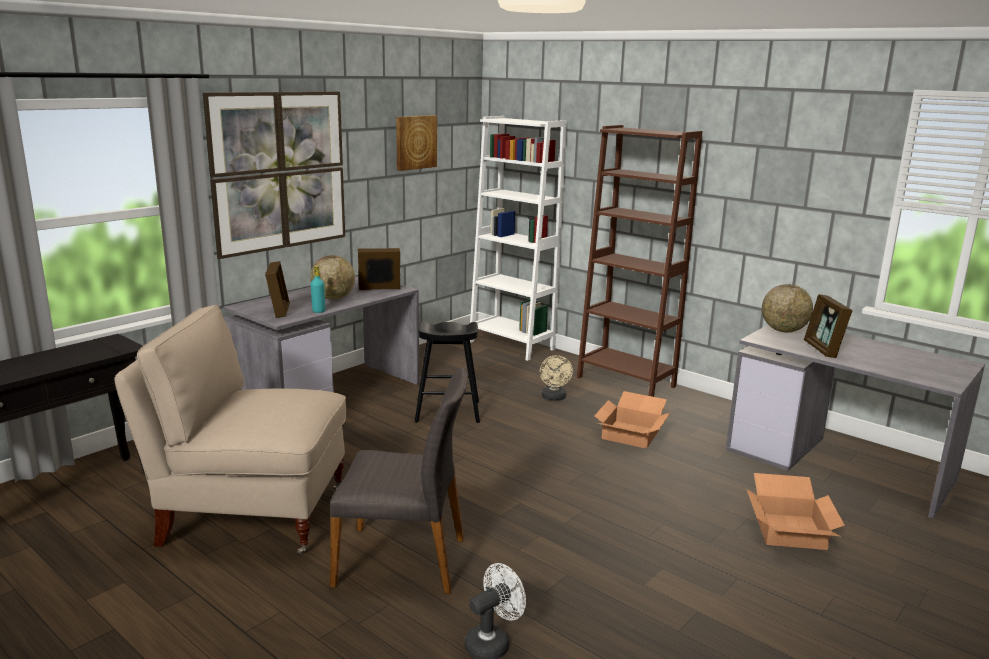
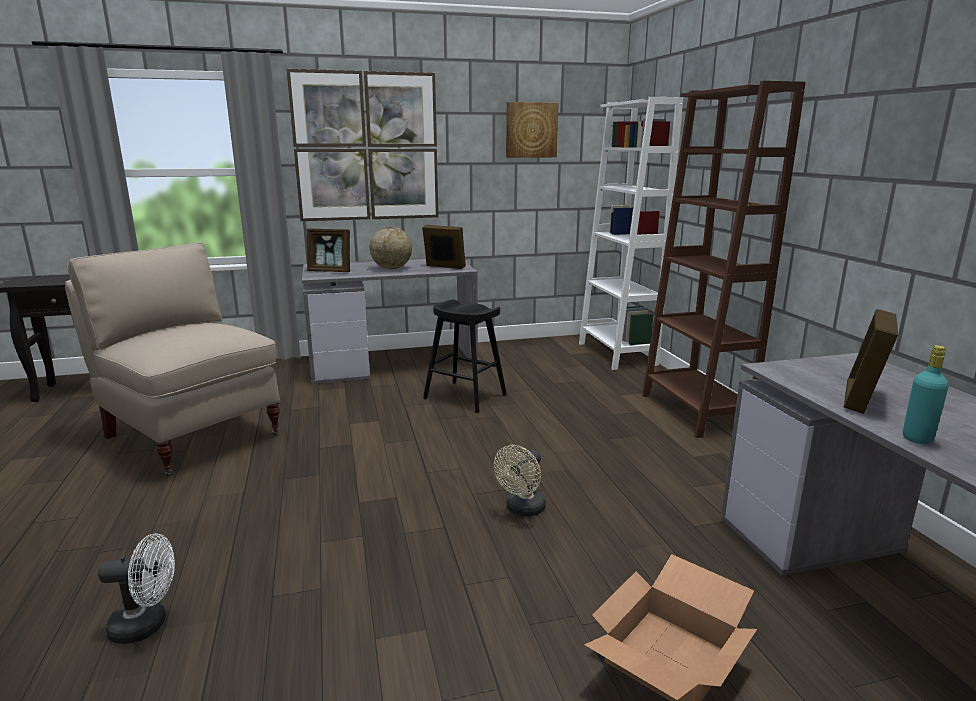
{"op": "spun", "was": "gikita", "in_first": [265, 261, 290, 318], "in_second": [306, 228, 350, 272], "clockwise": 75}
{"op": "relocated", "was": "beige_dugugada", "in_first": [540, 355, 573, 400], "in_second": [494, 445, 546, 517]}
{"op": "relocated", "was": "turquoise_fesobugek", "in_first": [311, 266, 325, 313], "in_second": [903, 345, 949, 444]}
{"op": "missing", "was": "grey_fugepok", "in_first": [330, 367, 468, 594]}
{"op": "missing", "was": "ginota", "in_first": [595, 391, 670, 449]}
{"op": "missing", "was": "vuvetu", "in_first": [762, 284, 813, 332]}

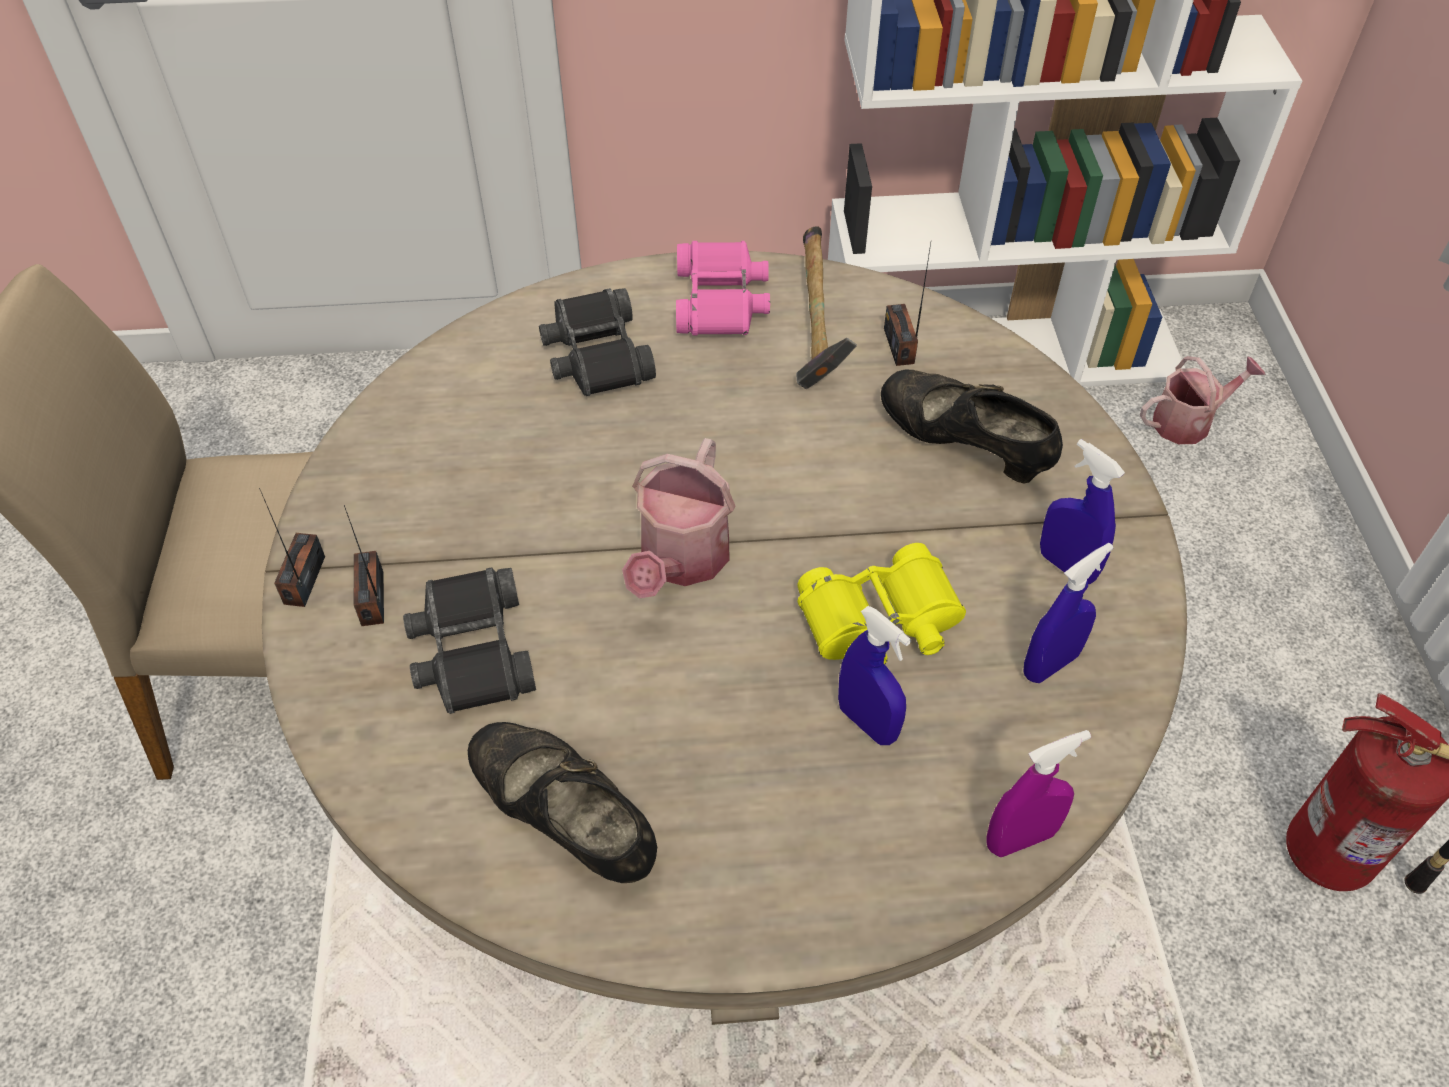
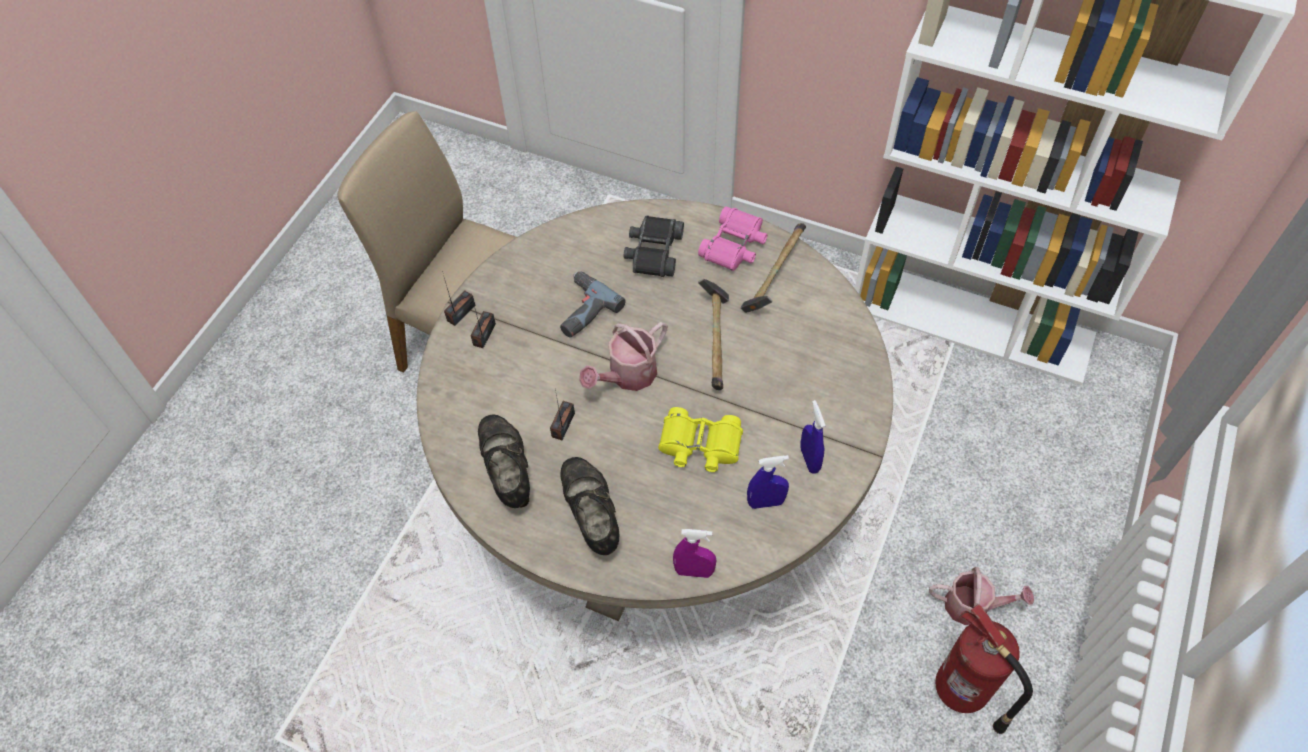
{"op": "relocated", "was": "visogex", "in_first": [884, 243, 931, 366], "in_second": [550, 389, 575, 440]}
{"op": "appeared", "now": "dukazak", "in_second": [560, 271, 626, 337]}
{"op": "relocated", "was": "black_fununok", "in_first": [881, 369, 1063, 483], "in_second": [560, 457, 619, 555]}
{"op": "appeared", "now": "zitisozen", "in_second": [698, 279, 729, 390]}
{"op": "relocated", "was": "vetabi", "in_first": [1140, 356, 1266, 444], "in_second": [929, 567, 1034, 625]}
{"op": "missing", "was": "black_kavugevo", "in_first": [403, 567, 536, 714]}
{"op": "missing", "was": "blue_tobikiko", "in_first": [838, 606, 911, 745]}

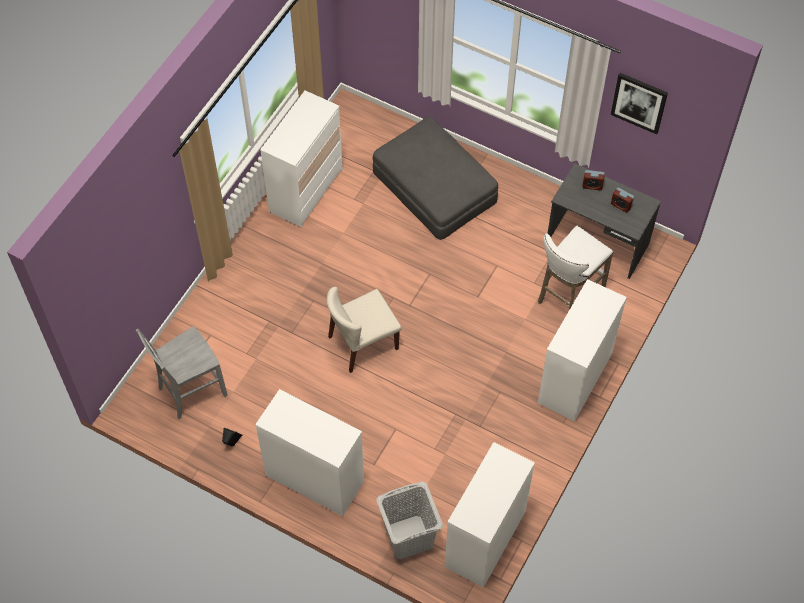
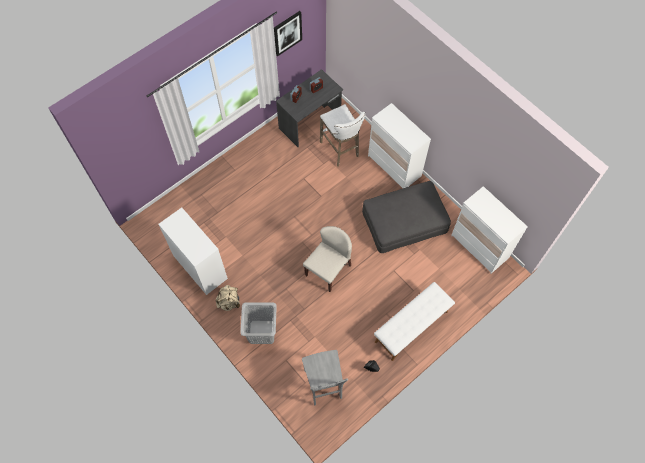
{"op": "appeared", "now": "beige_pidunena", "in_second": [215, 285, 240, 311]}
{"op": "relocated", "was": "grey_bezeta", "in_first": [376, 482, 443, 559], "in_second": [240, 303, 277, 344]}
{"op": "spun", "was": "beige_fugepok", "in_first": [327, 287, 401, 373], "in_second": [303, 226, 352, 292], "clockwise": -135}
{"op": "relocated", "was": "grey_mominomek", "in_first": [373, 116, 498, 240], "in_second": [362, 181, 451, 253]}
{"op": "exchanged", "was": "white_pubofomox", "now": "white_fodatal", "in_first": [255, 389, 364, 516], "in_second": [374, 282, 455, 361]}

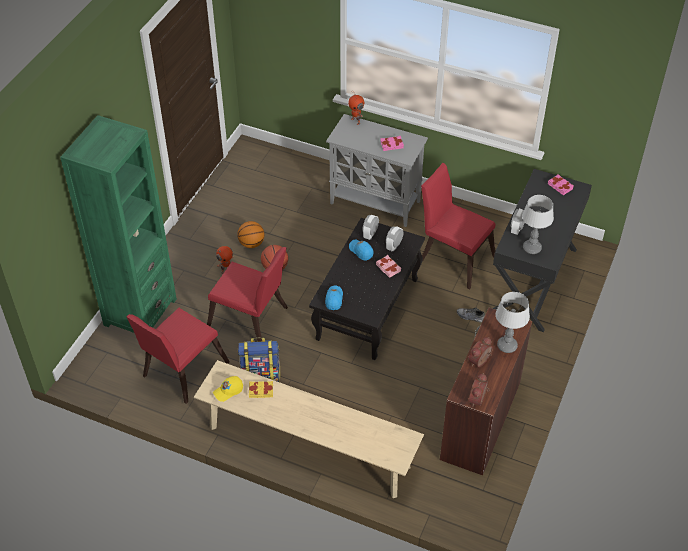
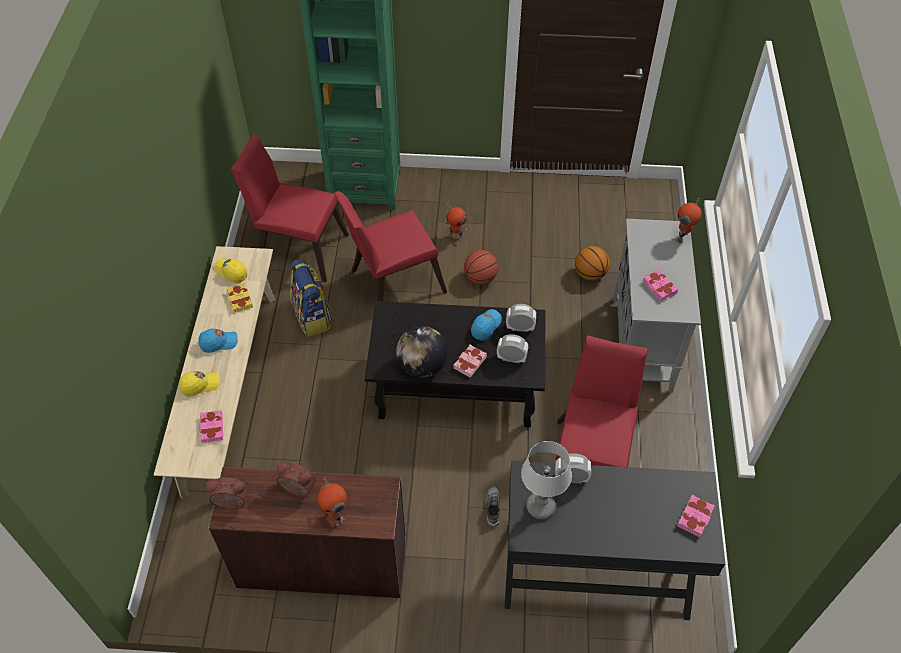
{"op": "appeared", "now": "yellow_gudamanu", "in_second": [179, 371, 220, 397]}
{"op": "relocated", "was": "blue_gudamanu", "in_first": [325, 285, 343, 310], "in_second": [198, 329, 238, 353]}
{"op": "appeared", "now": "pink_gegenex", "in_second": [199, 410, 223, 443]}
{"op": "exchanged", "was": "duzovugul", "now": "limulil", "in_first": [496, 292, 530, 353], "in_second": [318, 477, 347, 527]}
{"op": "spun", "was": "red_fugepok", "in_first": [207, 247, 288, 342], "in_second": [335, 191, 447, 301], "clockwise": 60}
{"op": "appeared", "now": "vuvetu", "in_second": [396, 326, 448, 378]}
{"op": "relocated", "was": "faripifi", "in_first": [237, 221, 265, 248], "in_second": [575, 246, 610, 281]}

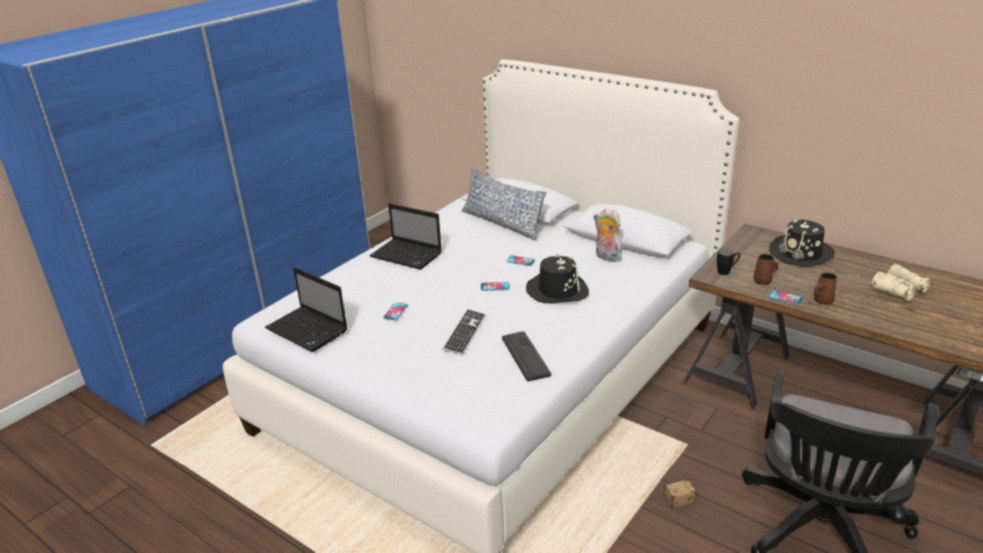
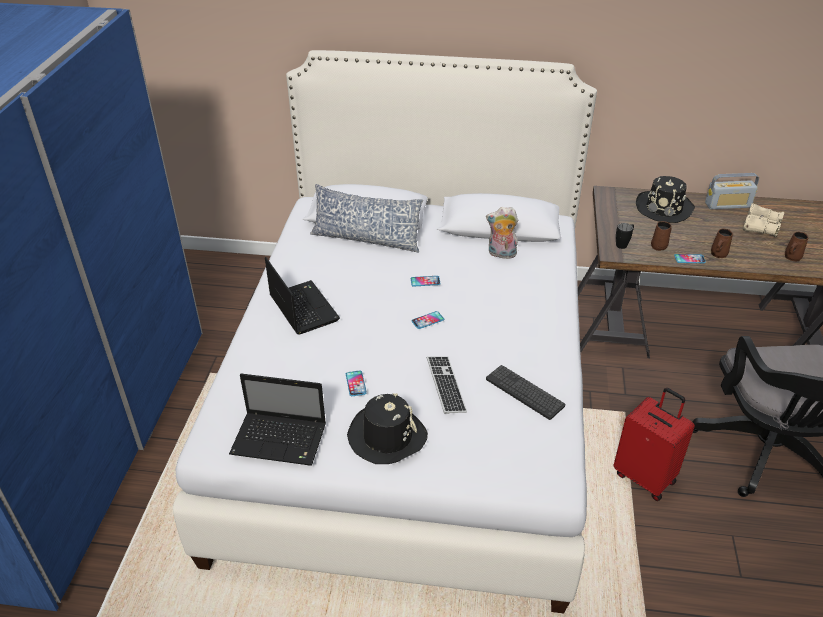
{"op": "spun", "was": "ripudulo", "in_first": [369, 203, 442, 270], "in_second": [265, 257, 340, 334], "clockwise": -120}
{"op": "relocated", "was": "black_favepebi", "in_first": [526, 254, 589, 303], "in_second": [347, 393, 428, 464]}
{"op": "exchanged", "was": "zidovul", "now": "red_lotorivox", "in_first": [641, 479, 697, 508], "in_second": [614, 388, 695, 501]}
{"op": "appeared", "now": "visogex", "in_second": [705, 173, 759, 209]}
{"op": "appeared", "now": "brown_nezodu", "in_second": [785, 232, 808, 261]}

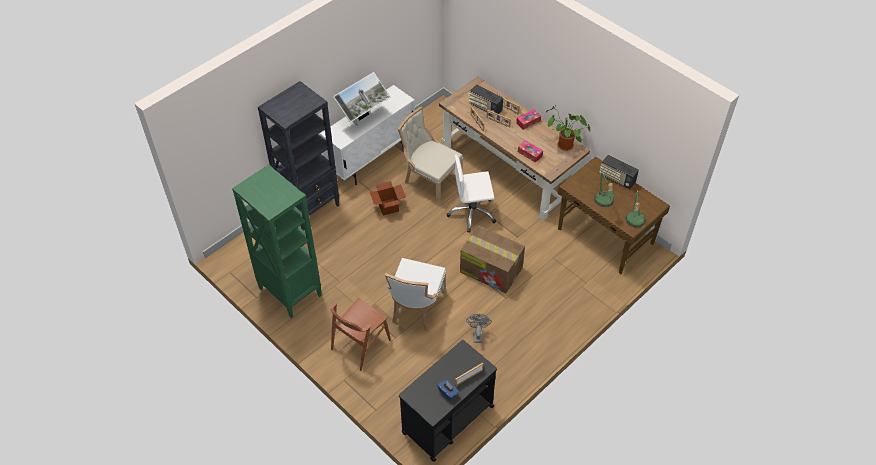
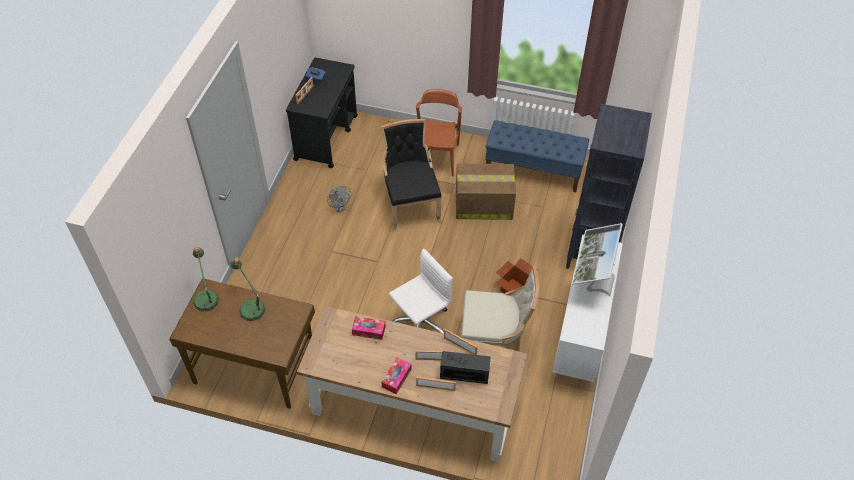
{"op": "colour", "was": "white_fugepok", "now": "black_fugepok", "in_first": [385, 258, 446, 331], "in_second": [381, 119, 442, 231]}
{"op": "relocated", "was": "ginota", "in_first": [460, 225, 525, 293], "in_second": [456, 164, 516, 220]}
{"op": "exchanged", "was": "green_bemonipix", "now": "blue_fodatal", "in_first": [232, 164, 322, 318], "in_second": [486, 120, 589, 192]}
{"op": "missing", "was": "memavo", "in_first": [546, 104, 590, 151]}
{"op": "missing", "was": "visogex", "in_first": [600, 155, 639, 189]}

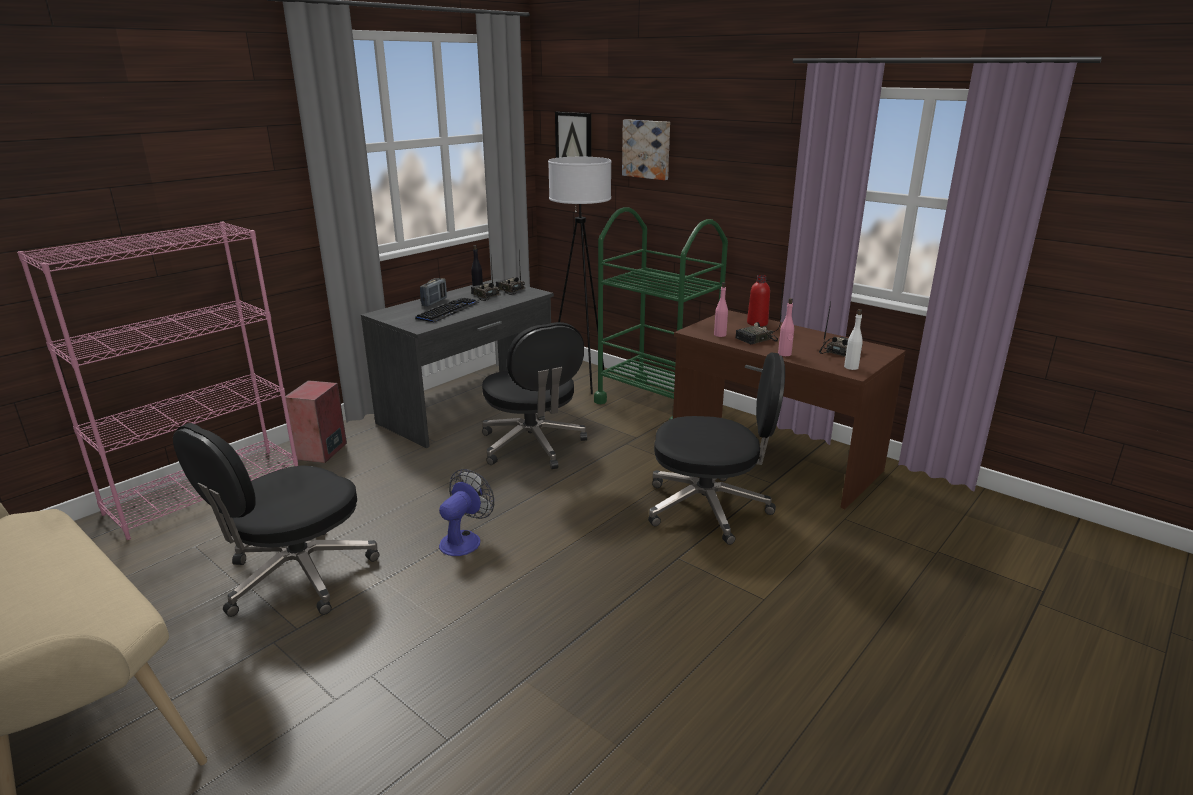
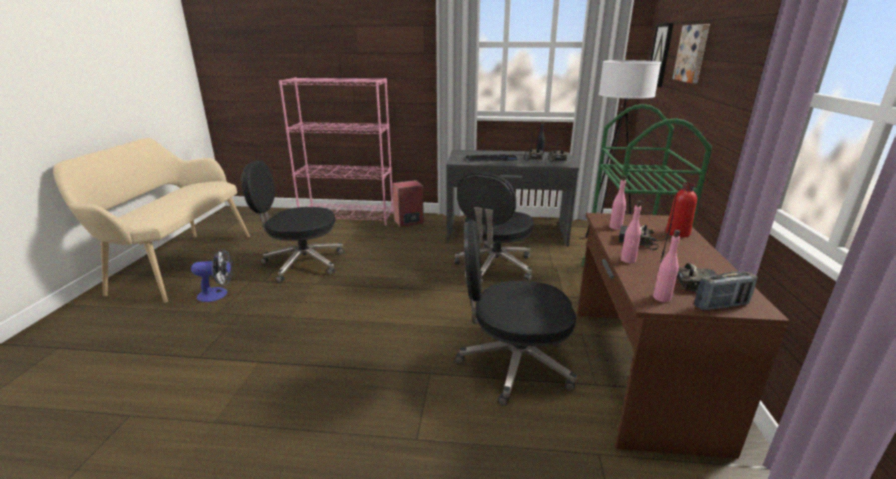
{"op": "relocated", "was": "dugugada", "in_first": [439, 469, 494, 556], "in_second": [191, 249, 233, 302]}
{"op": "spun", "was": "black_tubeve", "in_first": [648, 352, 785, 545], "in_second": [455, 220, 577, 406], "clockwise": 120}
{"op": "colour", "was": "white_fesobugek", "now": "pink_fesobugek", "in_first": [844, 309, 863, 370], "in_second": [653, 230, 680, 302]}
{"op": "relocated", "was": "visogex", "in_first": [420, 278, 447, 306], "in_second": [694, 271, 758, 311]}

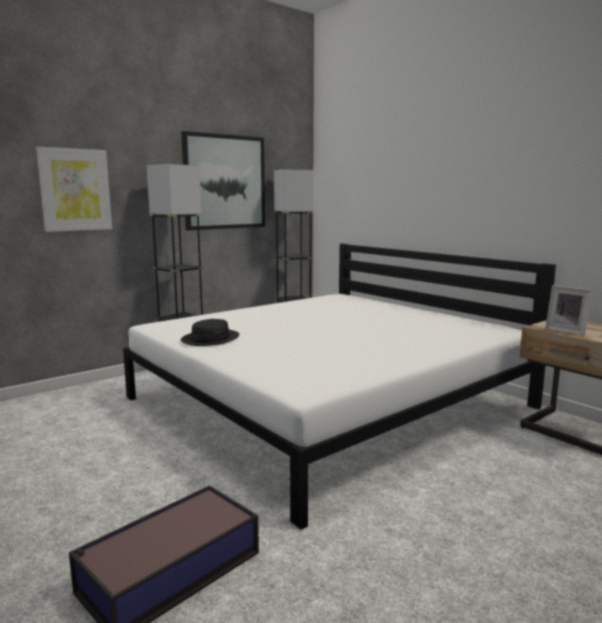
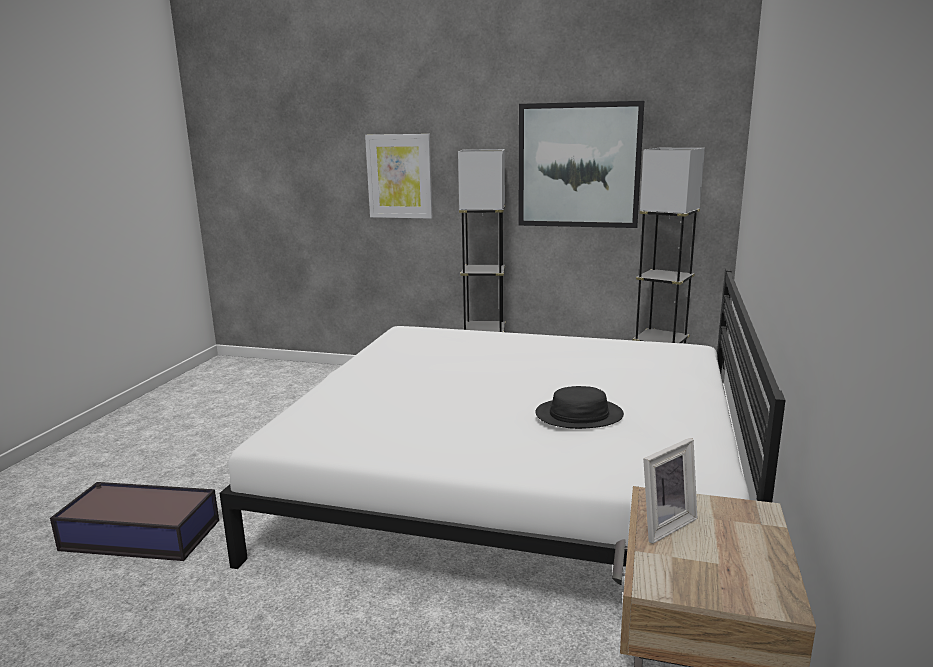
{"op": "relocated", "was": "black_favepebi", "in_first": [181, 319, 239, 346], "in_second": [535, 386, 624, 429]}
{"op": "spun", "was": "gikita", "in_first": [545, 285, 592, 336], "in_second": [643, 438, 698, 544], "clockwise": -135}

